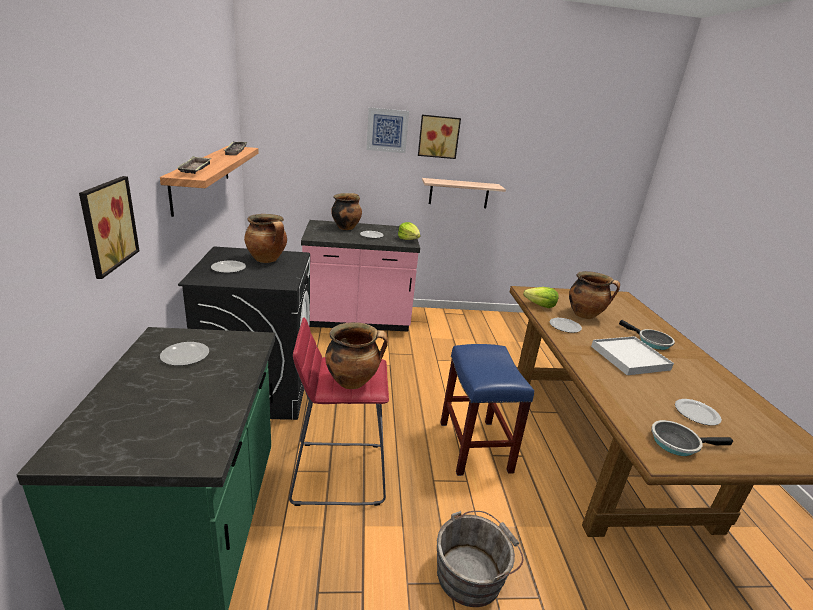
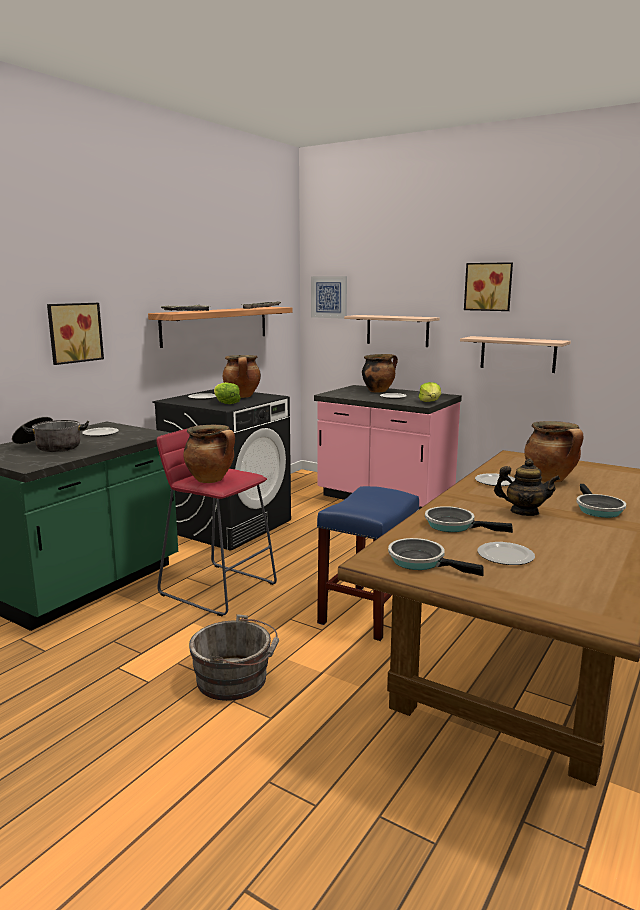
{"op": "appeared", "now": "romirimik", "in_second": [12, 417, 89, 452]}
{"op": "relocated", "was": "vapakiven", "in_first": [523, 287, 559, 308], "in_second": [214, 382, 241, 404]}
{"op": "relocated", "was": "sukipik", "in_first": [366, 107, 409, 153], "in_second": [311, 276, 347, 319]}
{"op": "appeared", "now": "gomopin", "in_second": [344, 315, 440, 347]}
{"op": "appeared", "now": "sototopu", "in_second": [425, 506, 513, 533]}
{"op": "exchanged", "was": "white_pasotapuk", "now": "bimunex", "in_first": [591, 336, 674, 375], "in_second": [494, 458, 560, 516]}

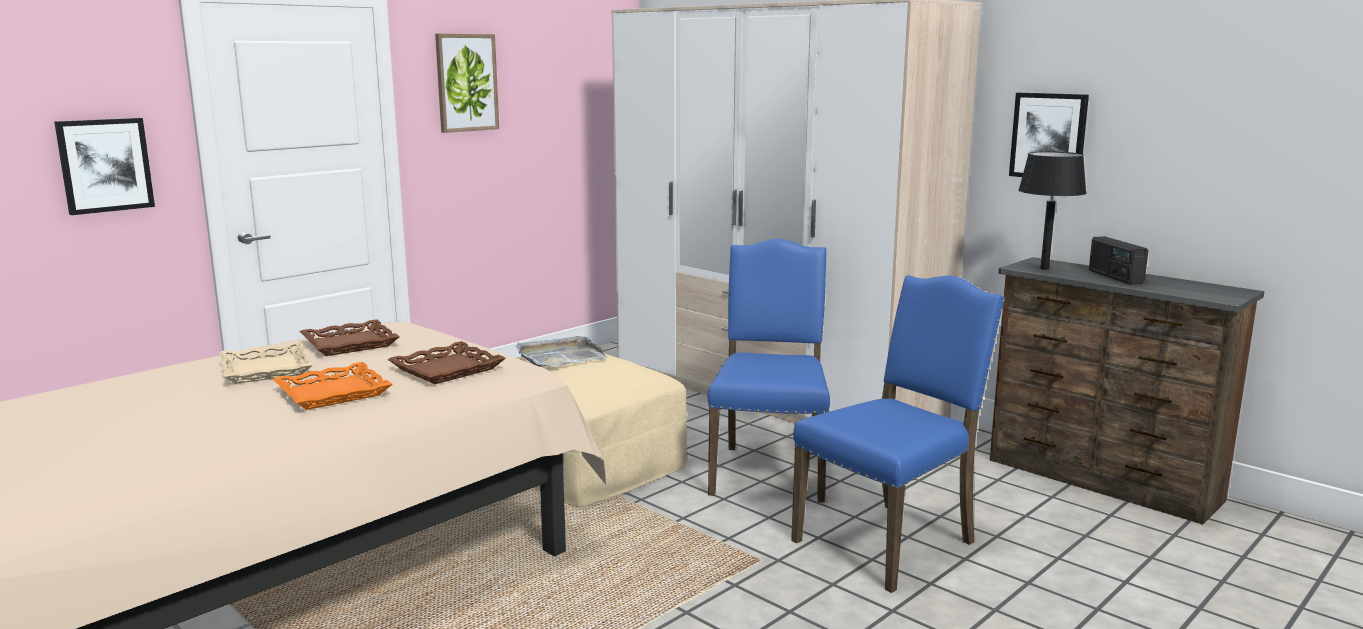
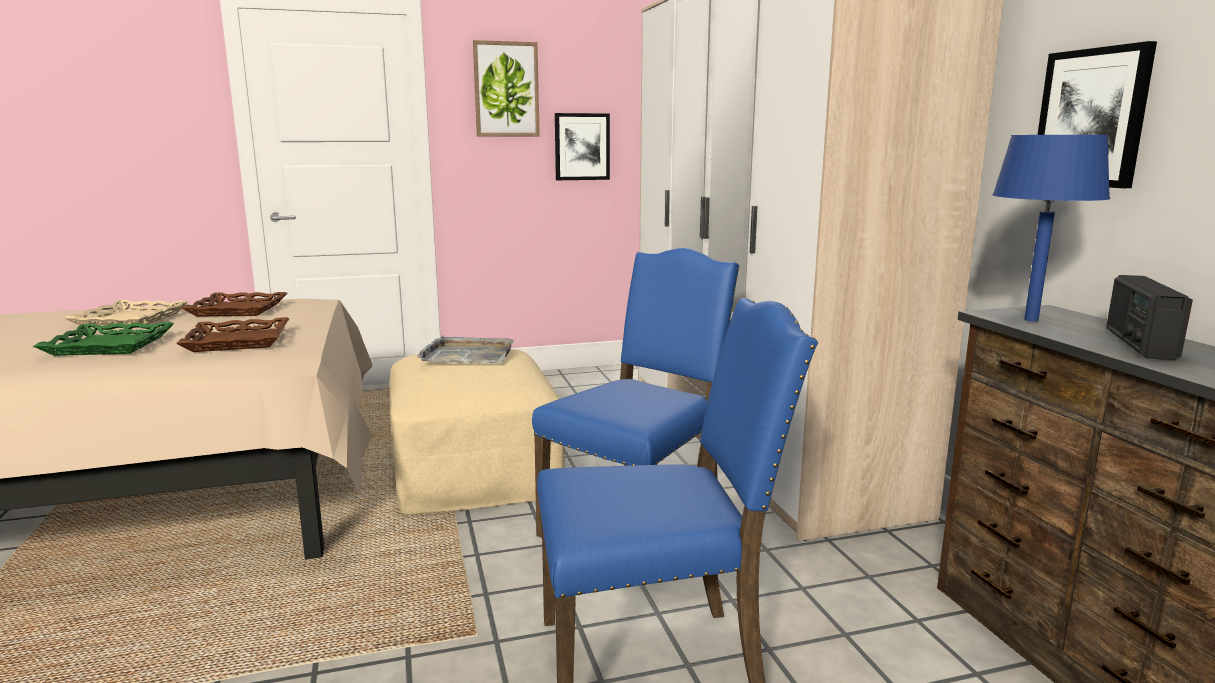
{"op": "colour", "was": "orange_pasotapuk", "now": "green_pasotapuk", "in_first": [273, 362, 393, 410], "in_second": [33, 322, 174, 356]}
{"op": "relocated", "was": "sukipik", "in_first": [54, 118, 155, 215], "in_second": [555, 113, 610, 180]}
{"op": "colour", "was": "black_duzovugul", "now": "blue_duzovugul", "in_first": [1018, 151, 1087, 270], "in_second": [992, 135, 1110, 322]}

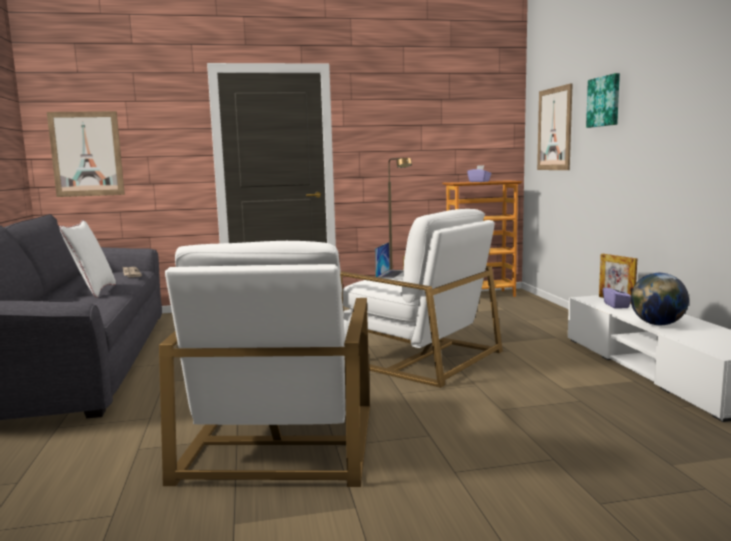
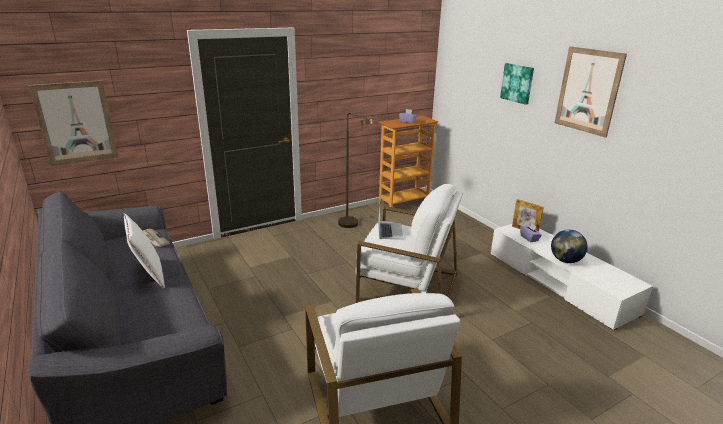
{"op": "relocated", "was": "sukipik", "in_first": [537, 83, 573, 170], "in_second": [555, 46, 627, 138]}

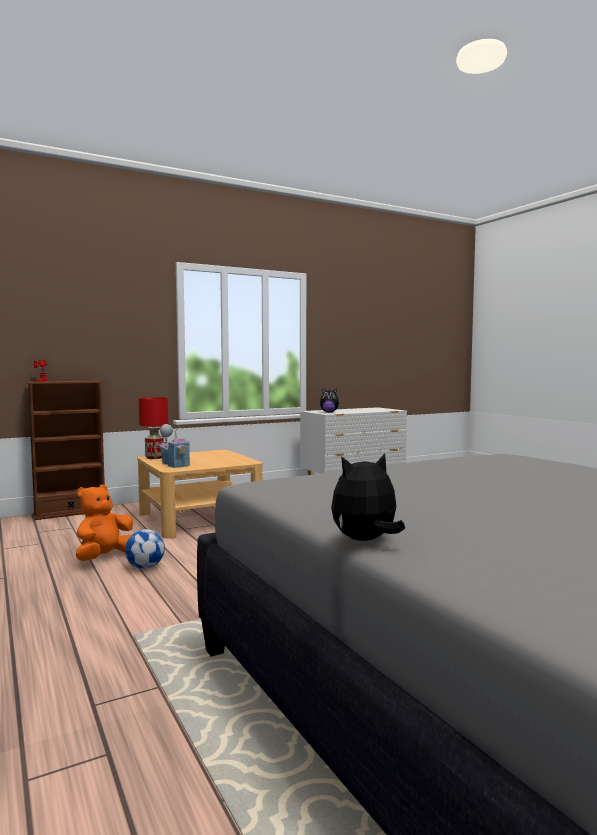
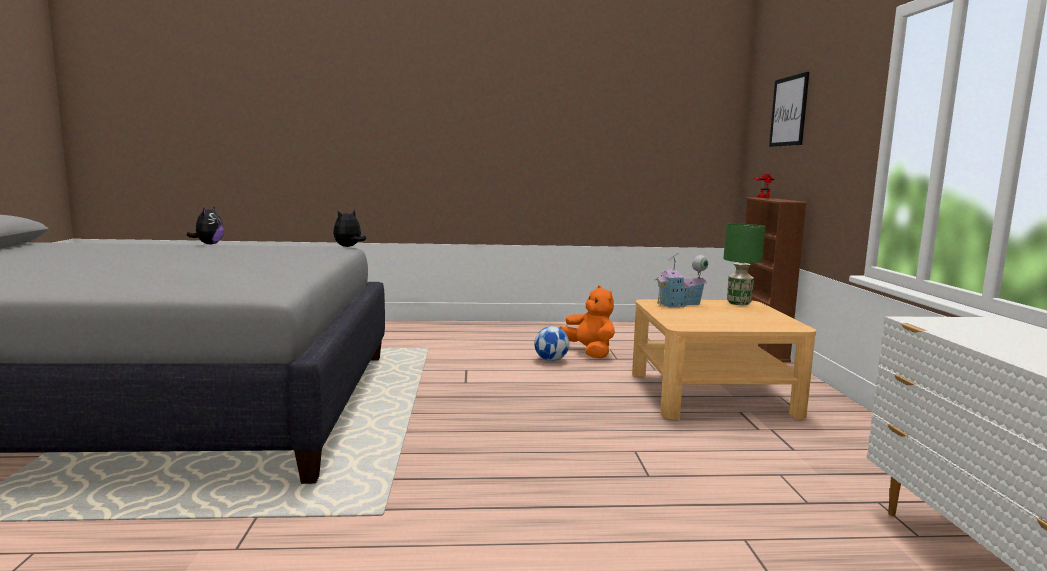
{"op": "relocated", "was": "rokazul", "in_first": [320, 388, 341, 413], "in_second": [333, 209, 367, 247]}
{"op": "colour", "was": "red_duzovugul", "now": "green_duzovugul", "in_first": [139, 397, 168, 459], "in_second": [723, 224, 765, 305]}
{"op": "appeared", "now": "sukipik", "in_second": [769, 72, 809, 147]}

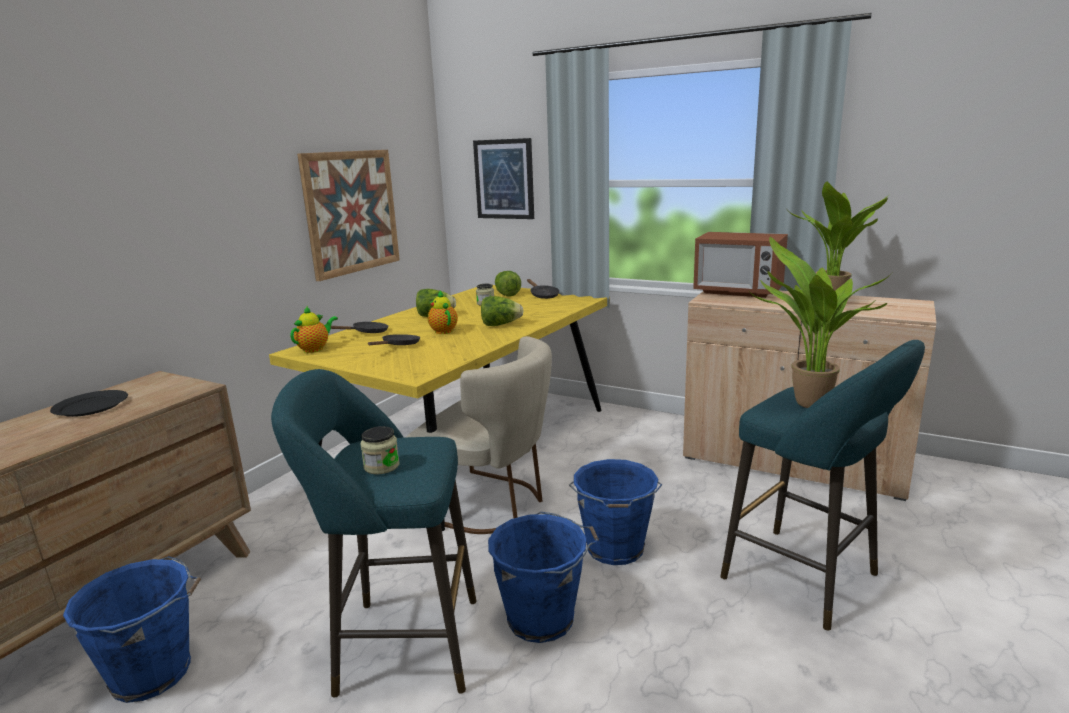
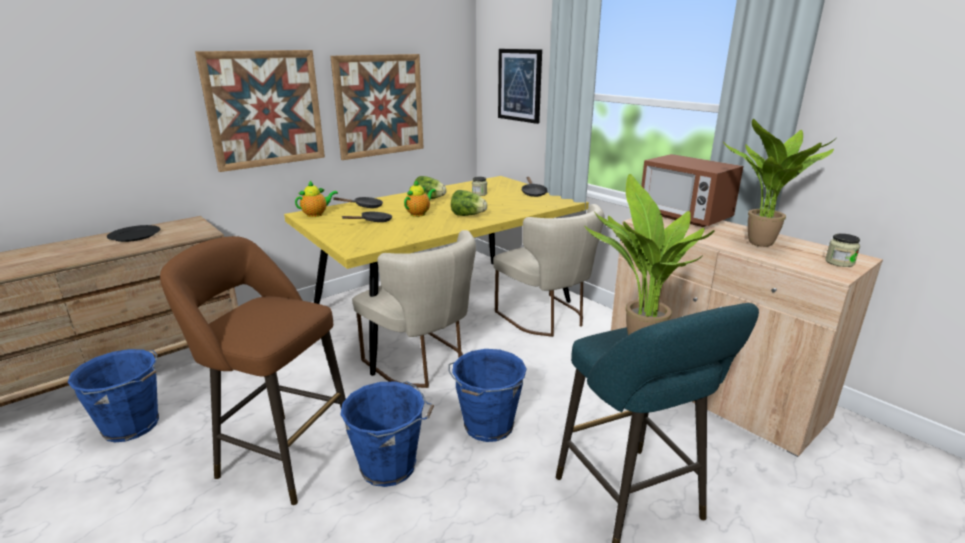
{"op": "colour", "was": "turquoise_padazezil", "now": "brown_padazezil", "in_first": [271, 369, 477, 697], "in_second": [160, 236, 346, 505]}
{"op": "appeared", "now": "sukipik", "in_second": [195, 50, 325, 172]}
{"op": "spun", "was": "bimunex", "in_first": [428, 290, 458, 334], "in_second": [404, 180, 436, 217], "clockwise": 45}
{"op": "appeared", "now": "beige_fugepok", "in_second": [493, 204, 604, 337]}
{"op": "relocated", "was": "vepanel", "in_first": [360, 426, 399, 474], "in_second": [825, 233, 860, 267]}
{"op": "missing", "was": "vapakiven", "in_first": [495, 271, 521, 296]}

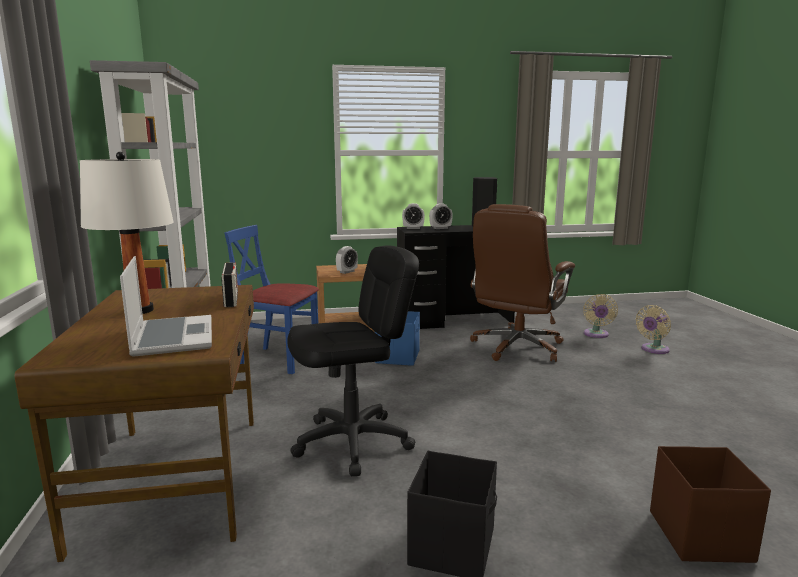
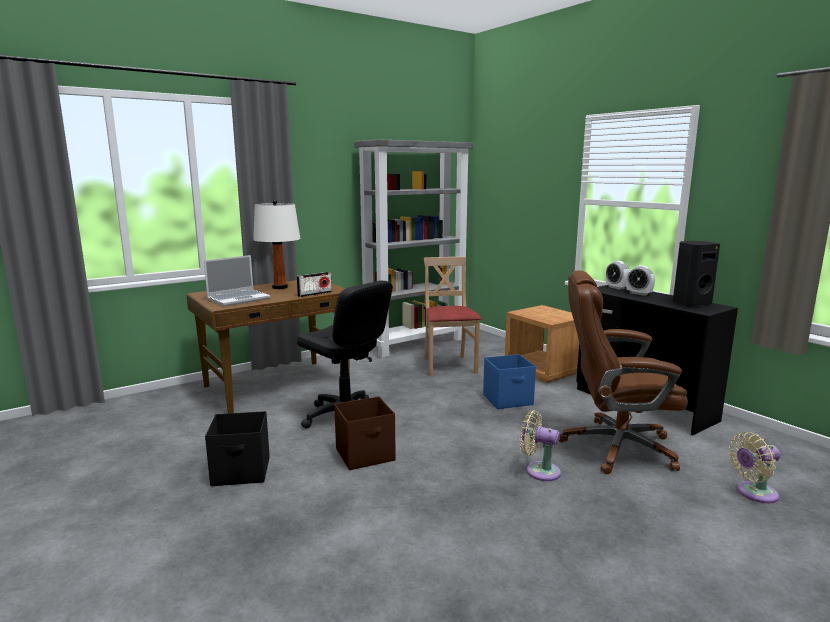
{"op": "relocated", "was": "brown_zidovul", "in_first": [650, 446, 771, 563], "in_second": [334, 397, 396, 470]}
{"op": "colour", "was": "blue_fugepok", "now": "beige_fugepok", "in_first": [225, 225, 319, 374], "in_second": [424, 257, 482, 376]}
{"op": "relocated", "was": "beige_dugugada", "in_first": [635, 305, 671, 354], "in_second": [520, 410, 561, 481]}
{"op": "missing", "was": "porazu", "in_first": [336, 246, 358, 274]}

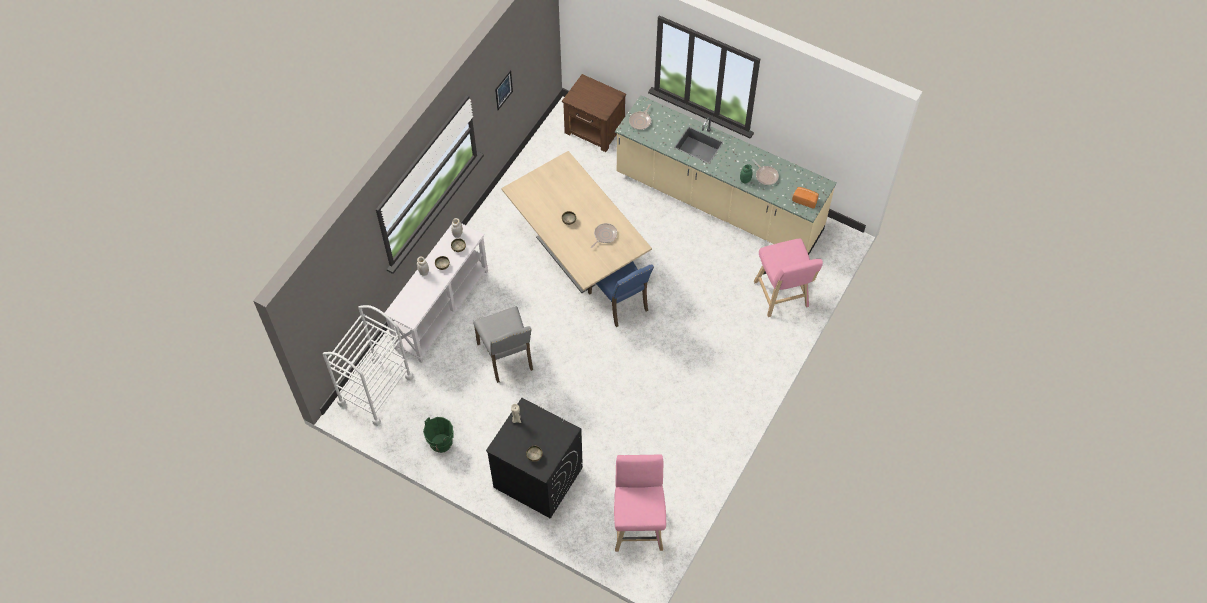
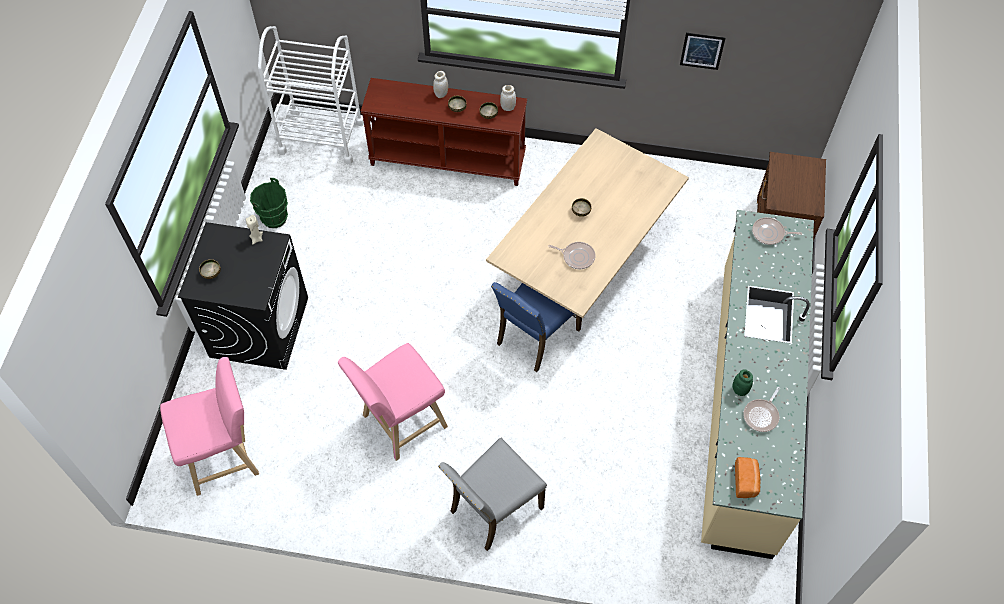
{"op": "relocated", "was": "pink_padazezil", "in_first": [754, 239, 823, 317], "in_second": [338, 343, 448, 461]}
{"op": "colour", "was": "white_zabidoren", "now": "brown_zabidoren", "in_first": [385, 223, 488, 363], "in_second": [361, 78, 527, 186]}
{"op": "relocated", "was": "grey_fugepok", "in_first": [473, 306, 533, 383], "in_second": [438, 438, 547, 551]}

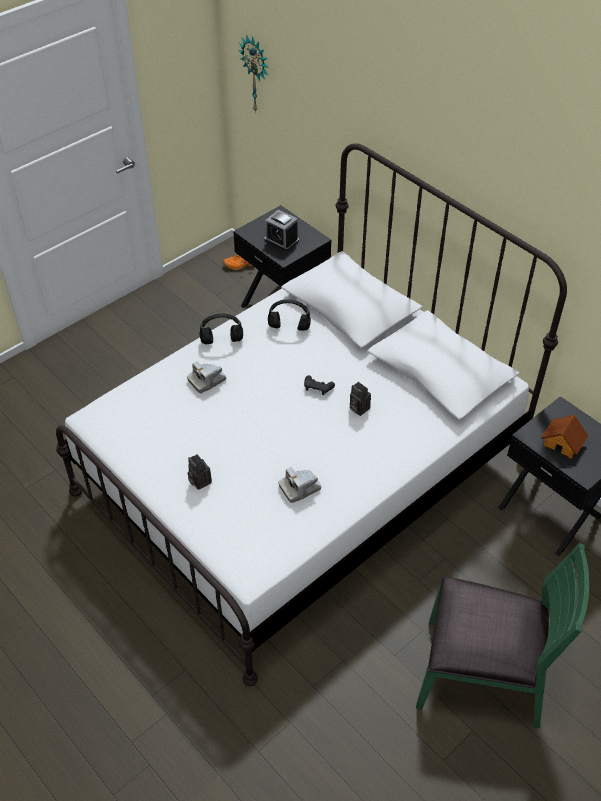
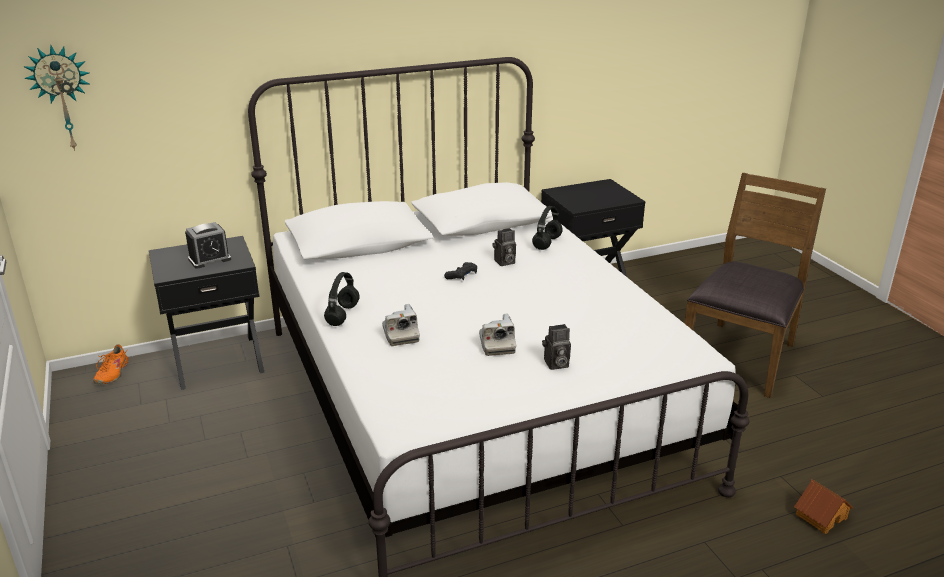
{"op": "relocated", "was": "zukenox", "in_first": [278, 467, 321, 503], "in_second": [479, 314, 516, 356]}
{"op": "relocated", "was": "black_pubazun", "in_first": [268, 299, 311, 331], "in_second": [532, 206, 563, 250]}
{"op": "colour", "was": "green_fugepok", "now": "brown_fugepok", "in_first": [416, 543, 589, 728], "in_second": [684, 173, 826, 398]}
{"op": "relocated", "was": "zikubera", "in_first": [541, 415, 588, 459], "in_second": [794, 479, 853, 534]}

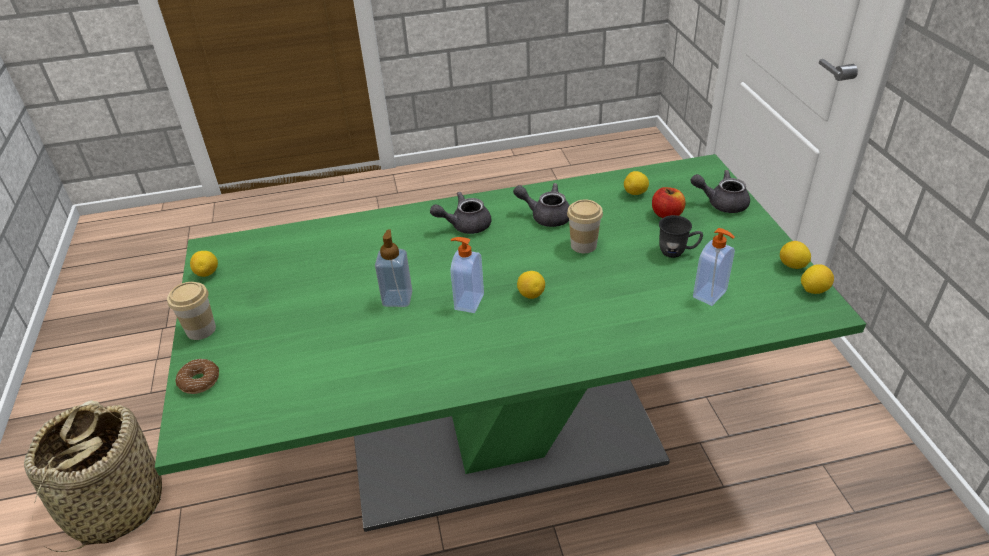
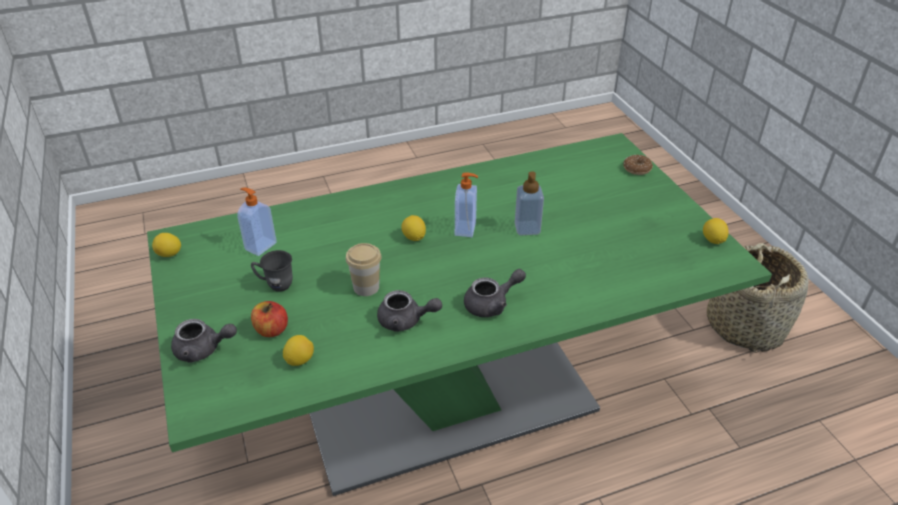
{"op": "missing", "was": "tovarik", "in_first": [167, 282, 216, 340]}
{"op": "missing", "was": "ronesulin", "in_first": [780, 241, 811, 269]}

